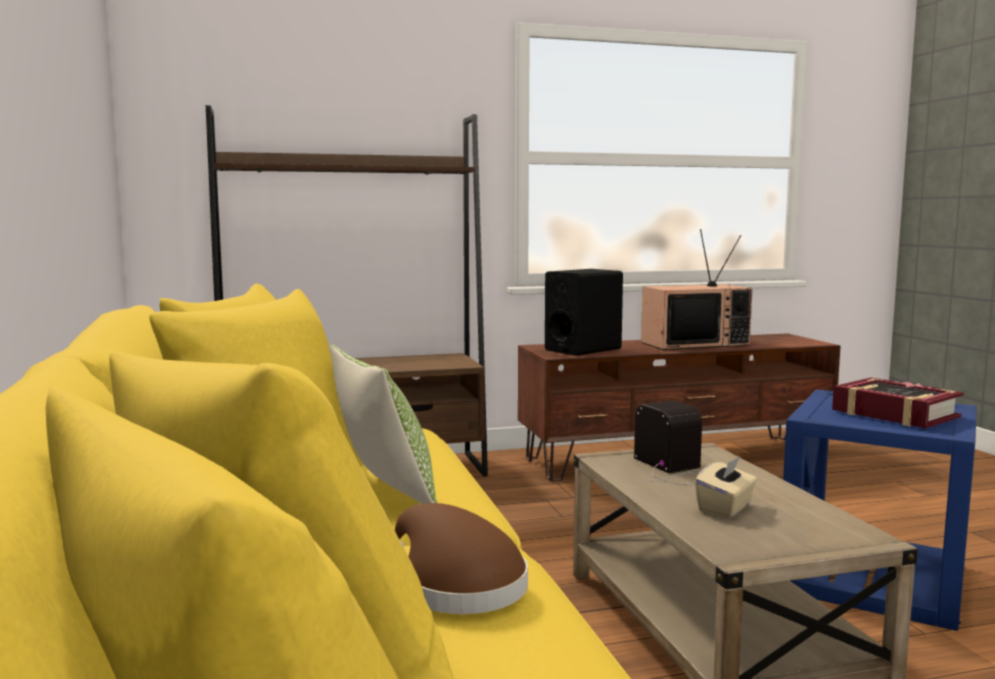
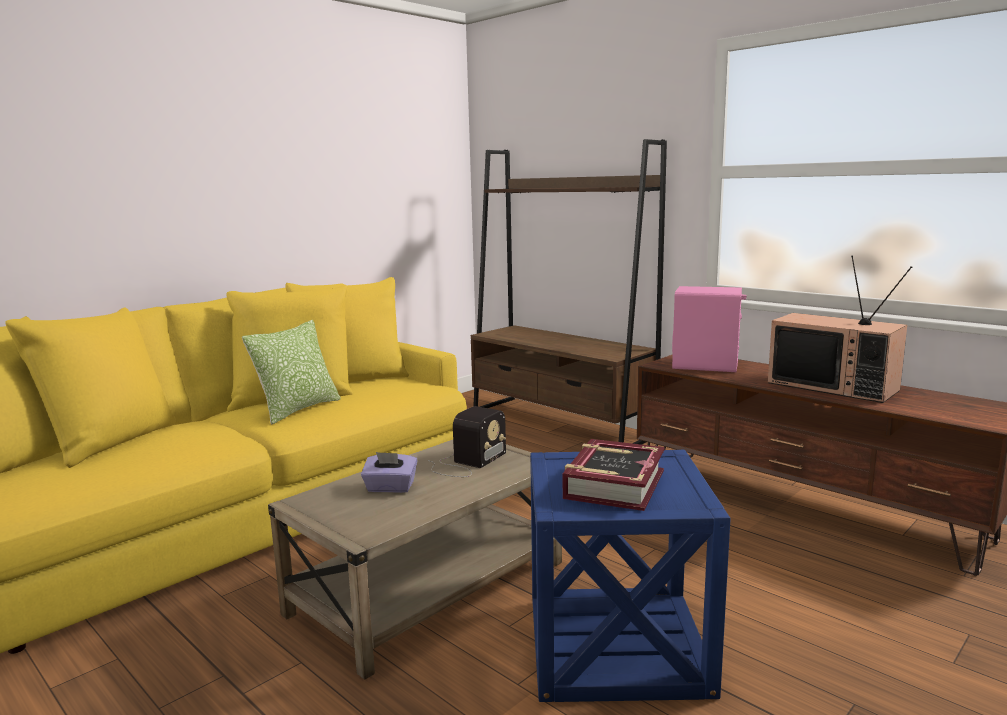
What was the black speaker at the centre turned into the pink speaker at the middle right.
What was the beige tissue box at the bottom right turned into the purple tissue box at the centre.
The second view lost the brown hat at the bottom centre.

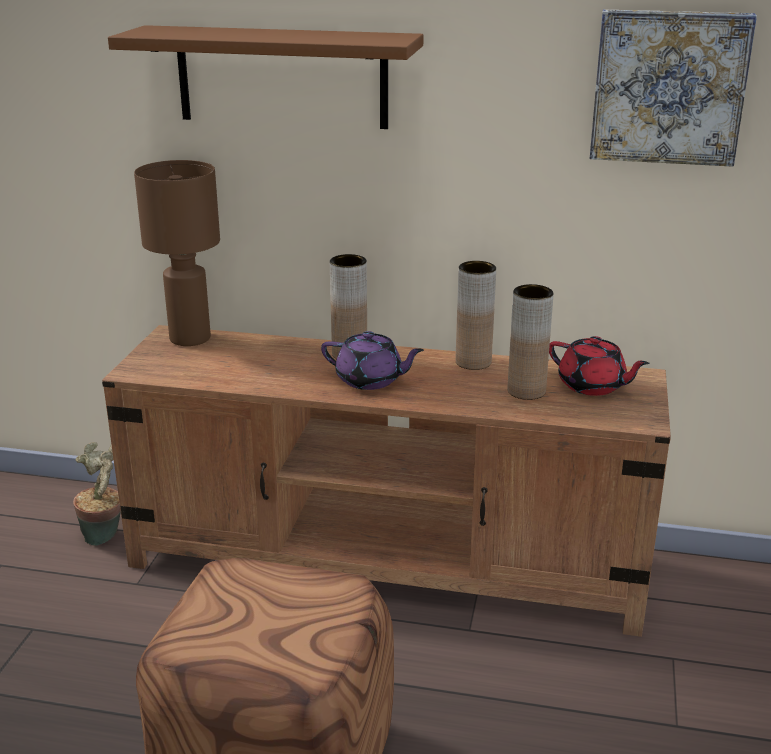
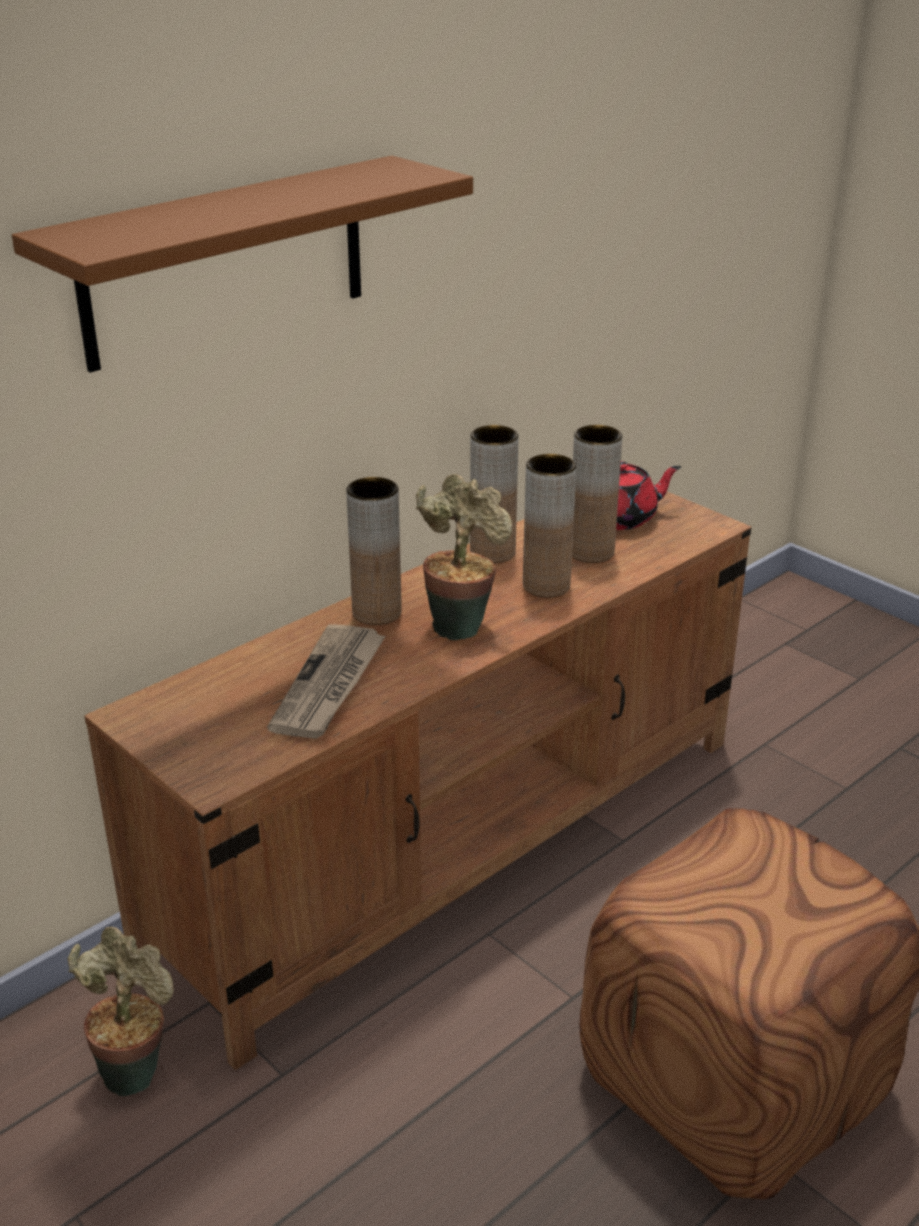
The second view lost the picture at the top right.
The second view lost the brown table lamp at the middle left.
Where the purple teapot stood at the centre, the potted plant (no. 2 from left) came to stand at the centre.
The second view gained the brown vase (no. 3 from left) at the centre.
The second view gained the newspaper at the centre.

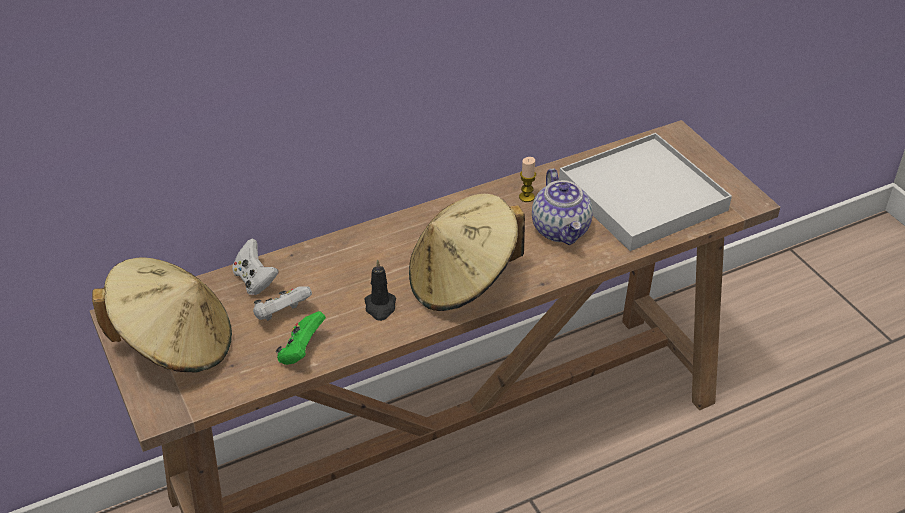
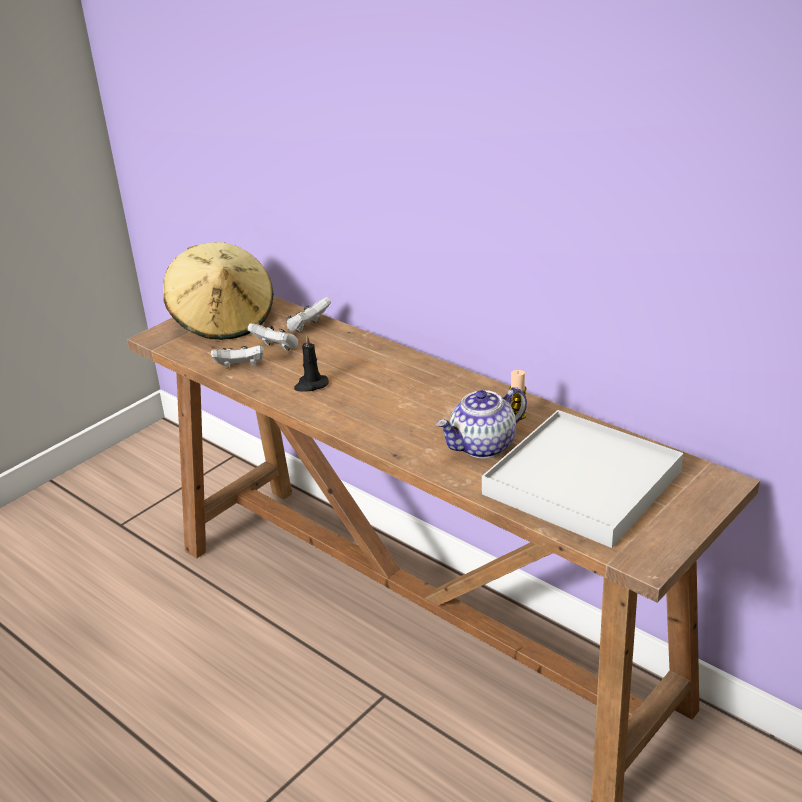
The second view lost the beige hat (no. 2 from left) at the centre.
What was the green game controller at the middle left turned into the white game controller (no. 1 from left) at the middle left.

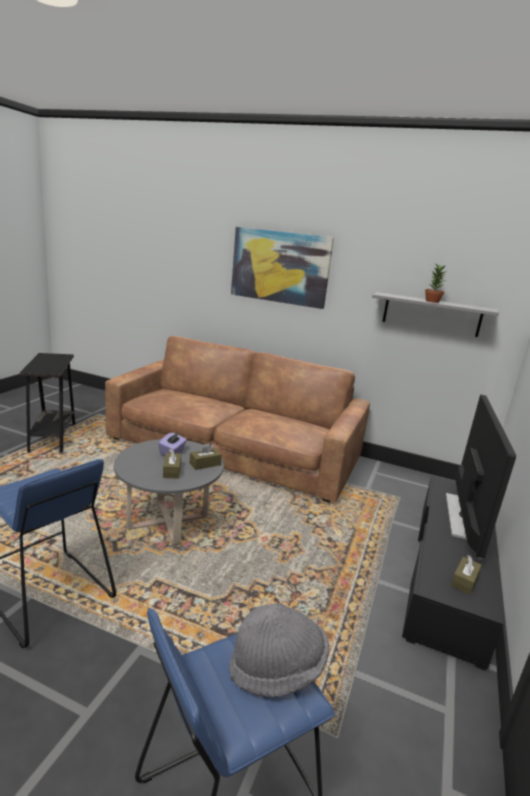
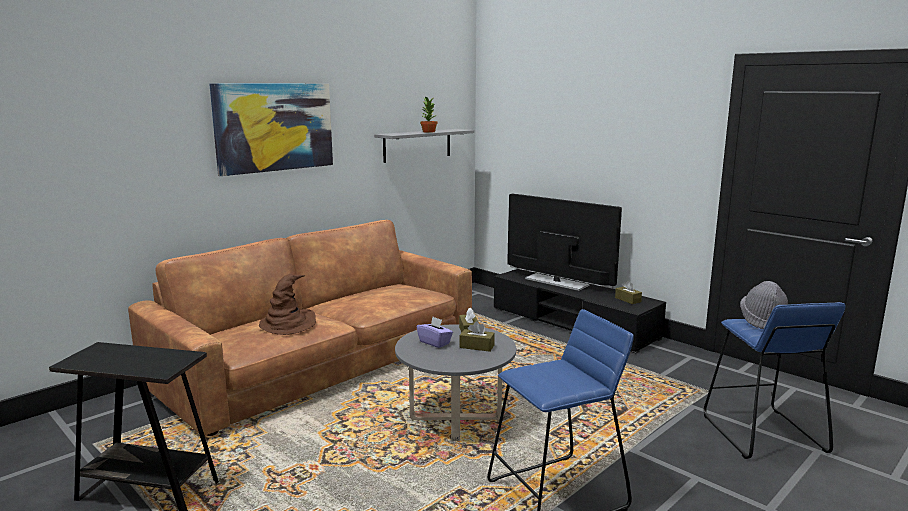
The second view gained the brown hat at the middle left.

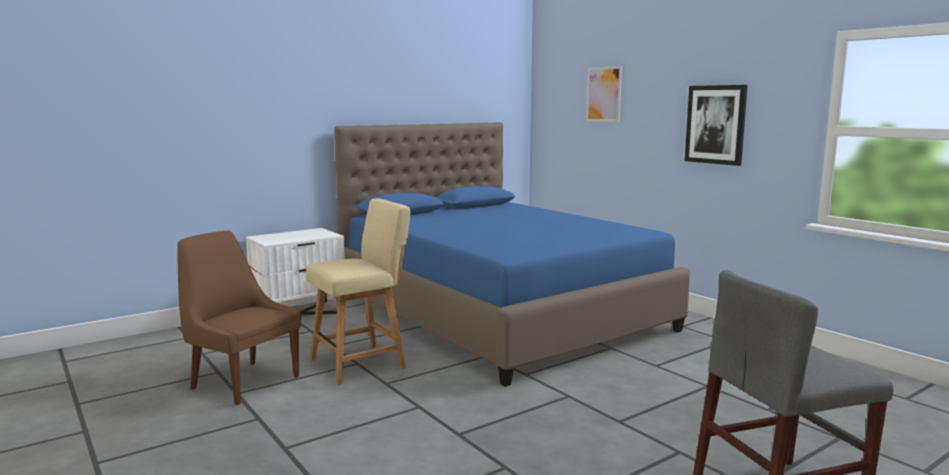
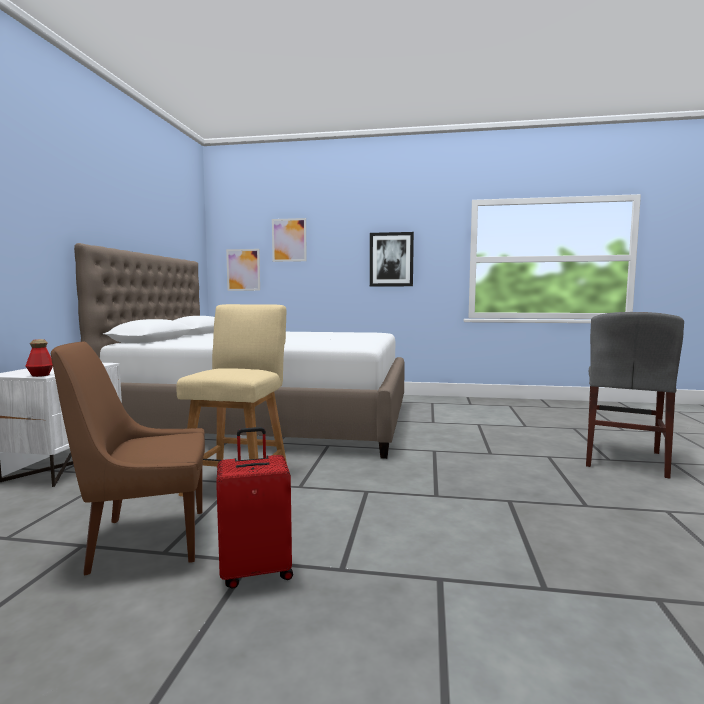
What was the blue bed at the centre turned into the white bed at the centre.
The second view gained the picture (no. 1 from left) at the centre.
The second view gained the bottle at the middle left.
The second view gained the red suitcase at the bottom centre.

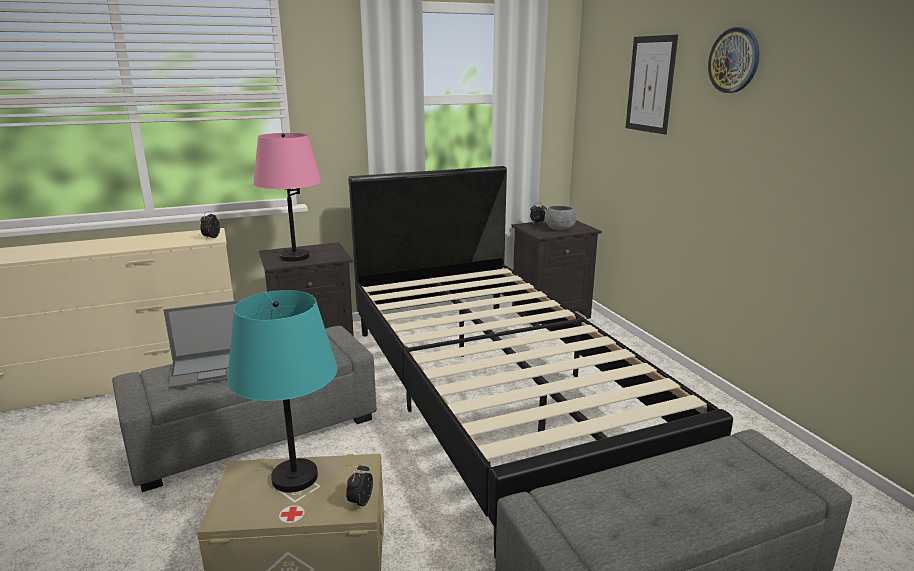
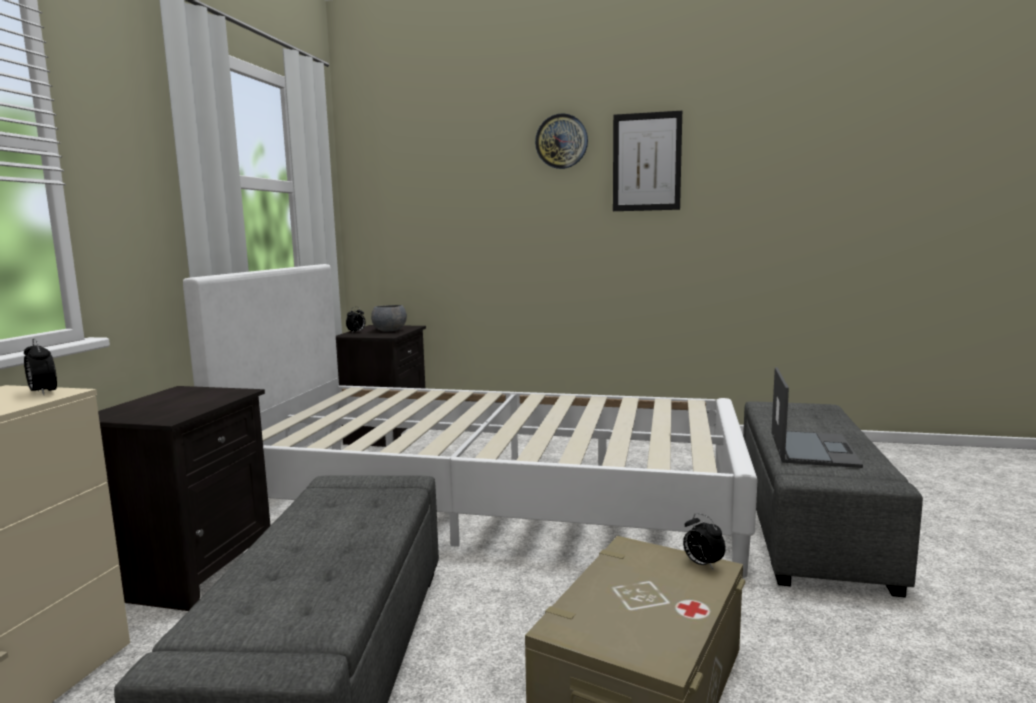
The picture ended up elsewhere, having gone from the top right to the top centre.
The second view lost the pink table lamp at the middle left.
What was the black bed at the centre turned into the white bed at the centre.
The second view lost the turquoise table lamp at the bottom left.
The laptop ended up elsewhere, having gone from the middle left to the middle right.

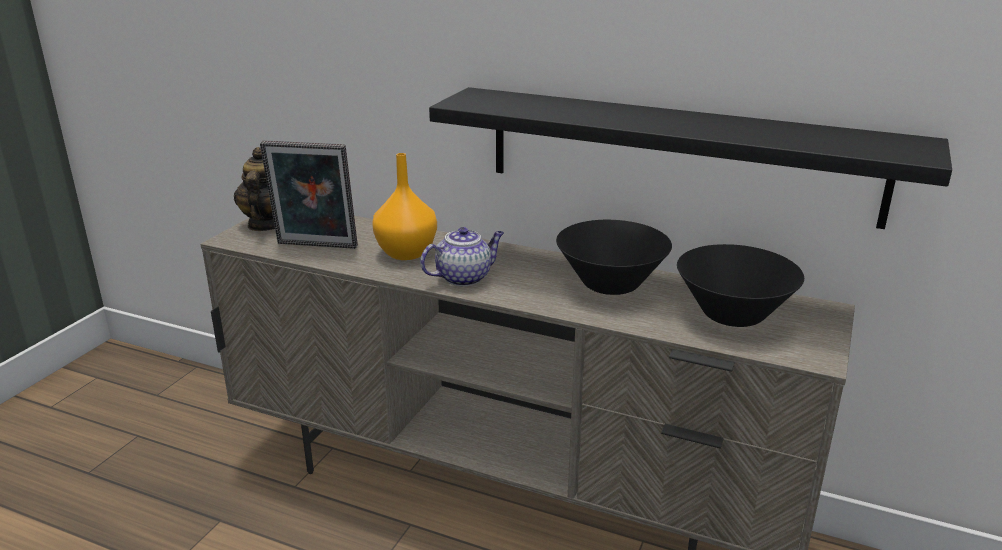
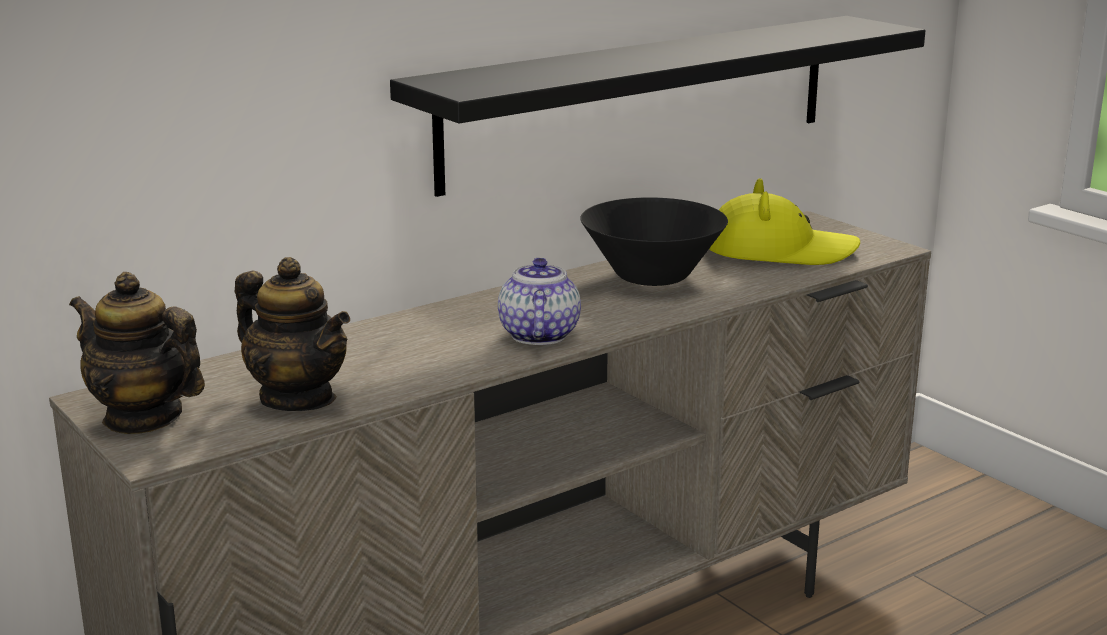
Where the picture frame stood at the middle left, the teapot (no. 2 from left) came to stand at the middle left.
The second view lost the orange vase at the centre.
Where the black bowl (no. 2 from left) stood at the middle right, the yellow hat came to stand at the middle right.

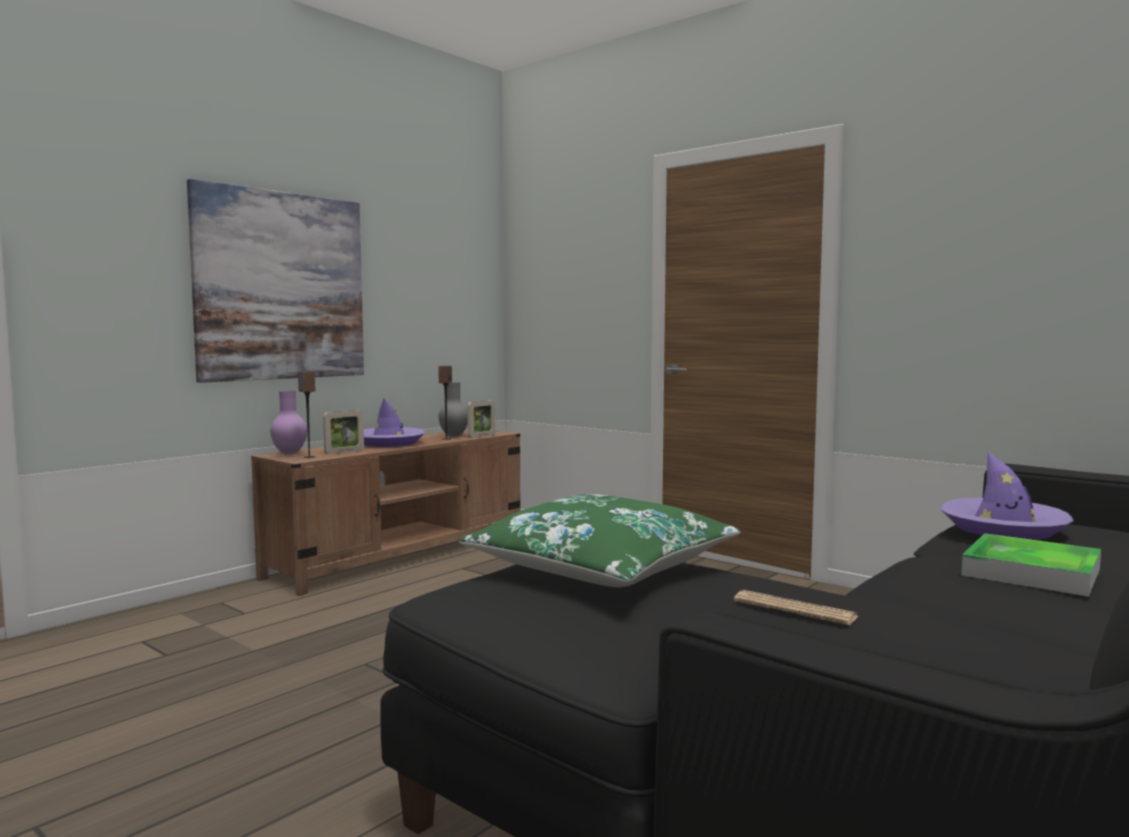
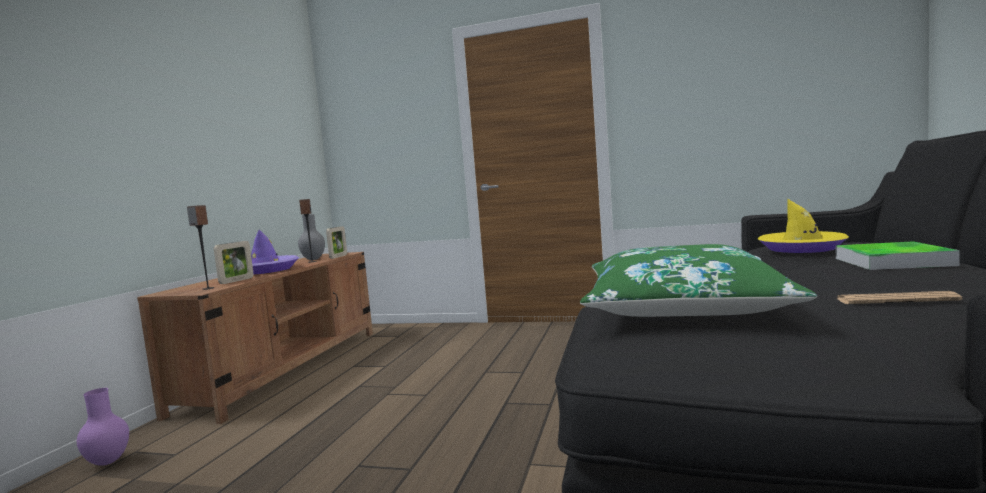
The second view lost the picture at the middle left.
The purple vase ended up elsewhere, having gone from the middle left to the bottom left.
What was the purple hat (no. 2 from left) at the middle right turned into the yellow hat at the middle right.

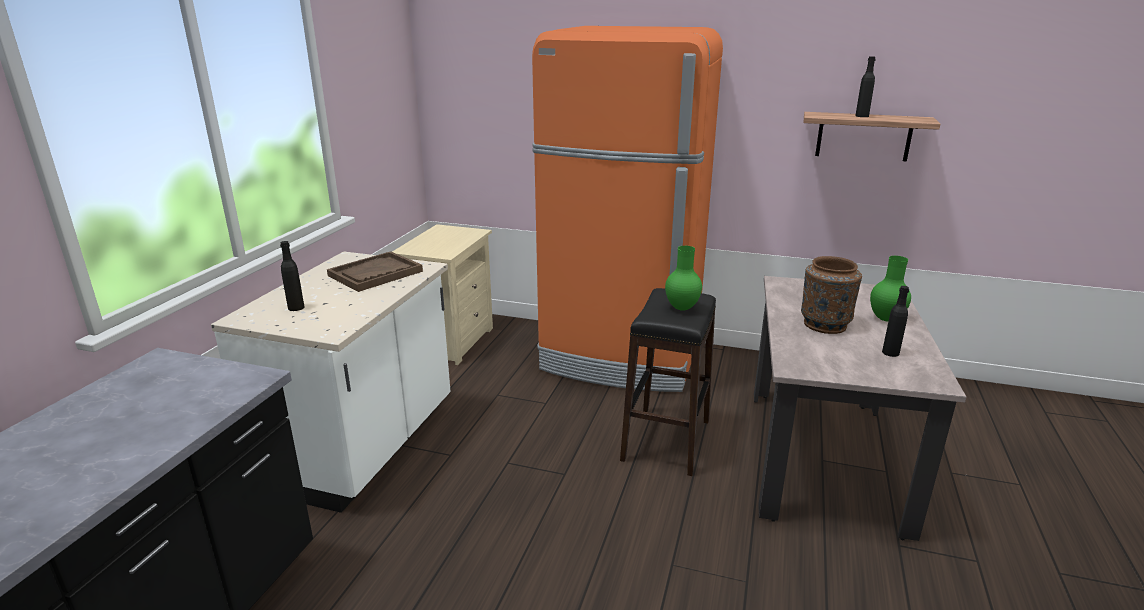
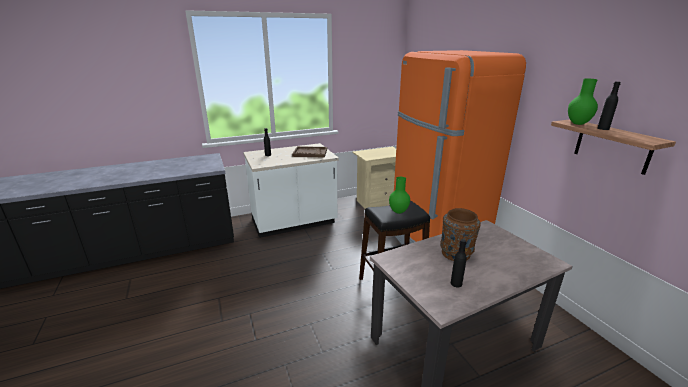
The green vase (no. 2 from left) ended up elsewhere, having gone from the middle right to the top right.

